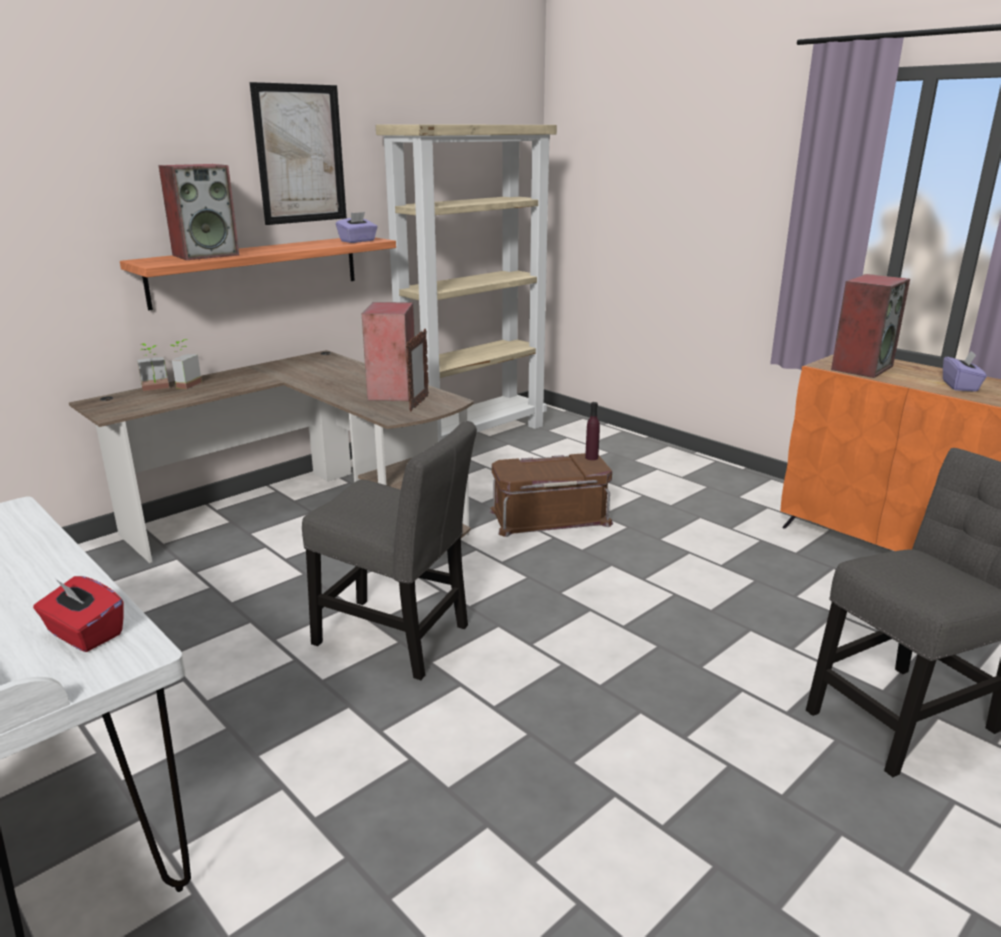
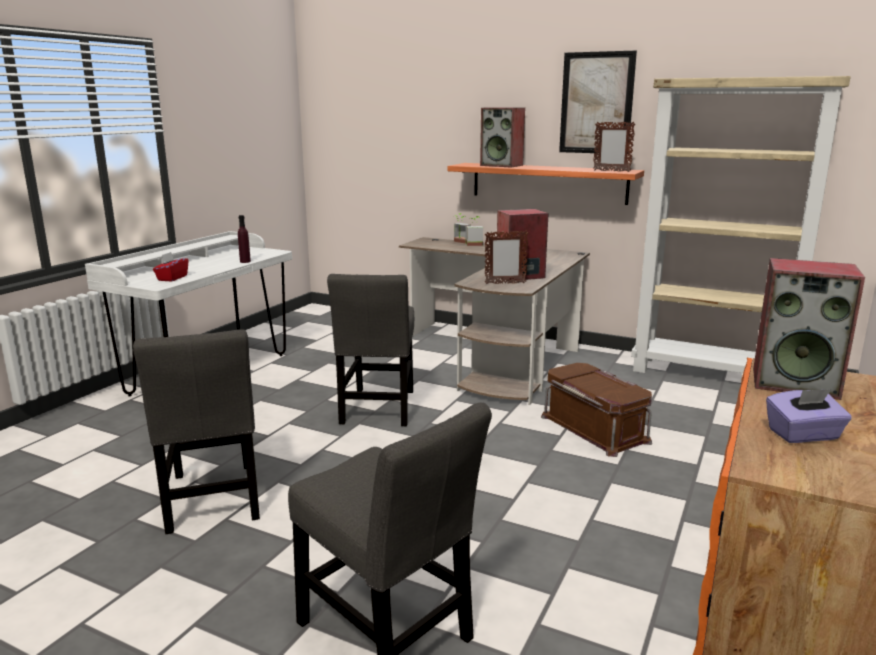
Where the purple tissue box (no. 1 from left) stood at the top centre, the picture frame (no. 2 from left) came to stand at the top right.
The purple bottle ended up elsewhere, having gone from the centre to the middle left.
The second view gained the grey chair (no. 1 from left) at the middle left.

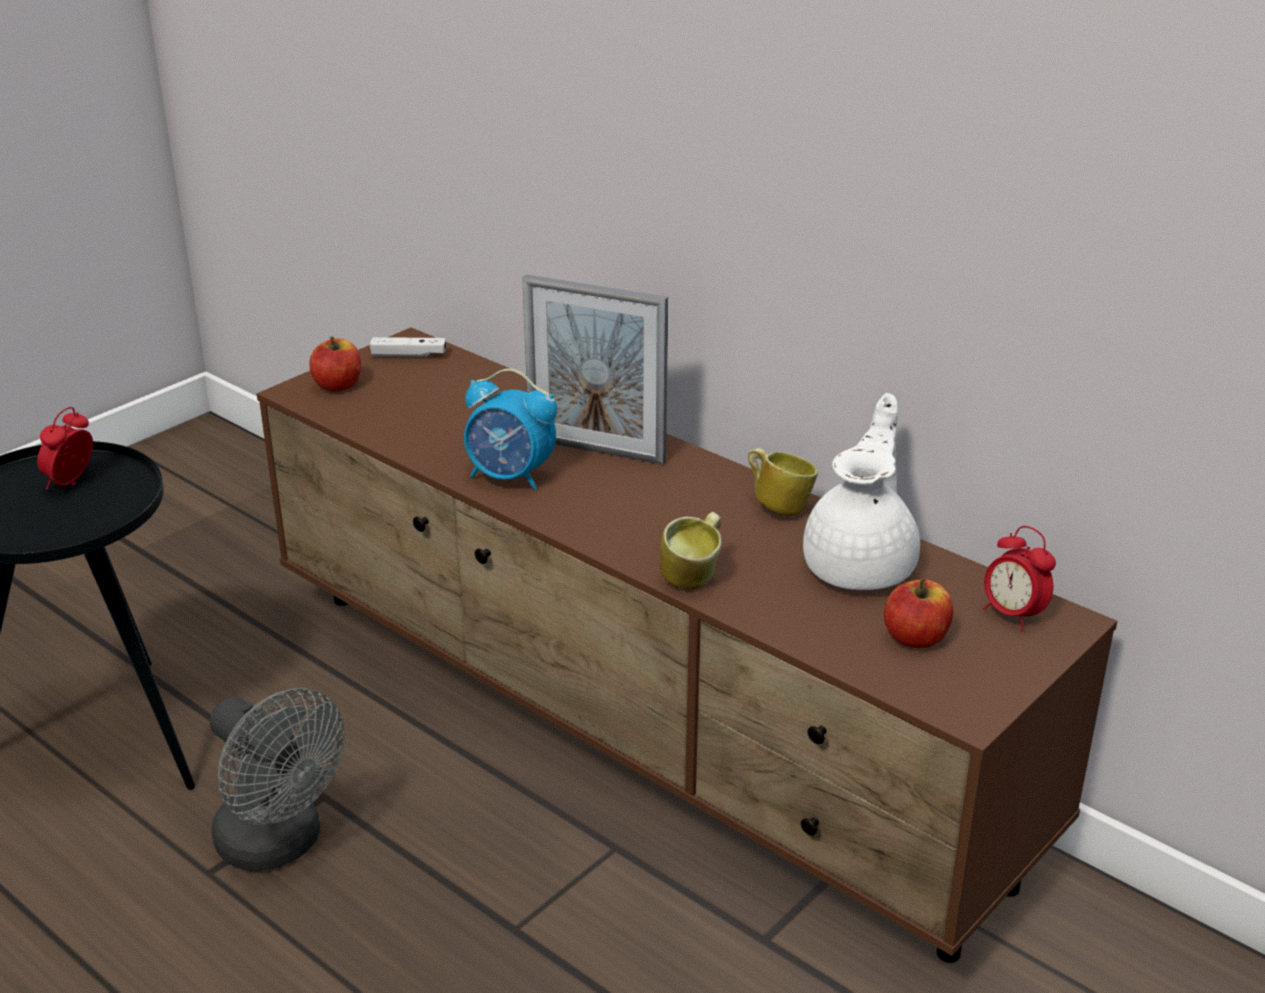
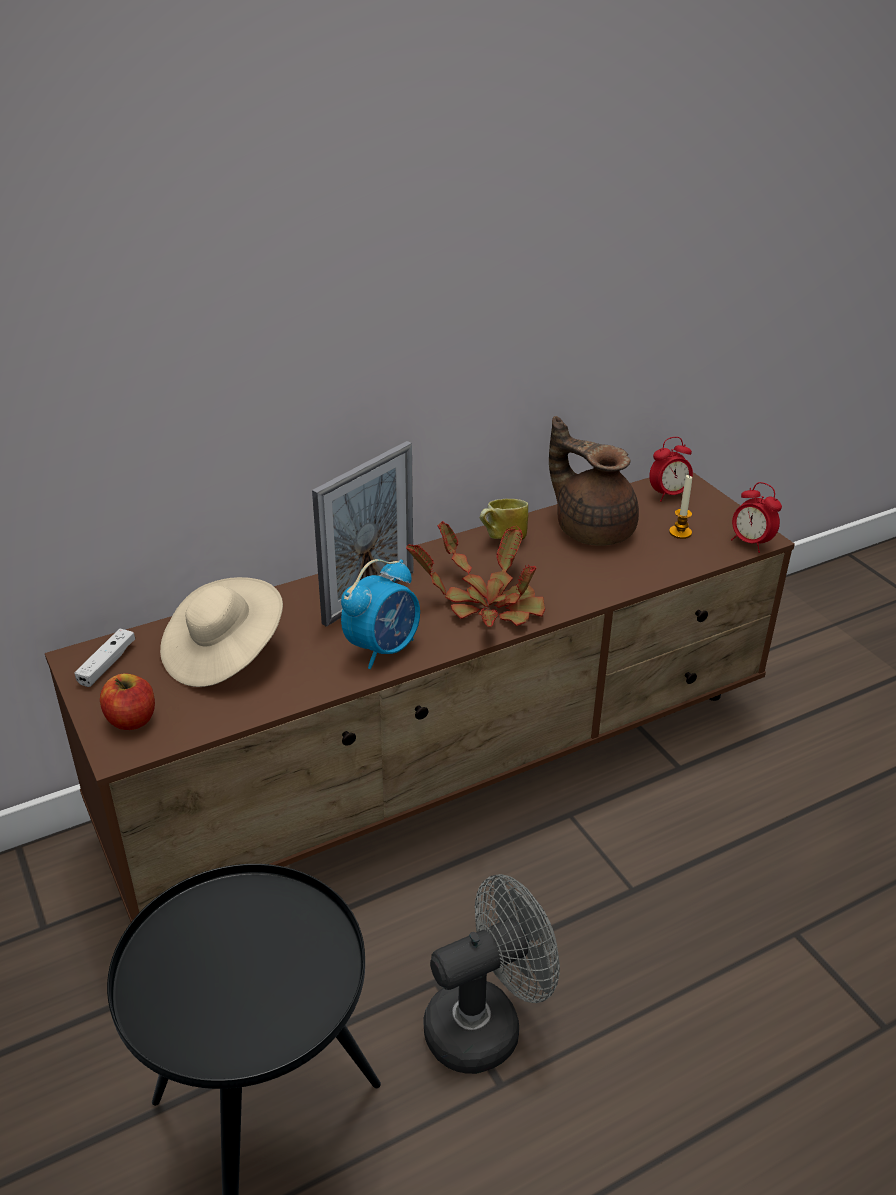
What was the white teapot at the middle right turned into the brown teapot at the centre.
The alarm clock (no. 1 from left in the first image) ended up elsewhere, having gone from the middle left to the middle right.
The second view lost the mug (no. 1 from left) at the centre.
Where the apple (no. 2 from left) stood at the middle right, the candle came to stand at the middle right.
The second view gained the potted plant at the centre.
The second view gained the beige hat at the middle left.

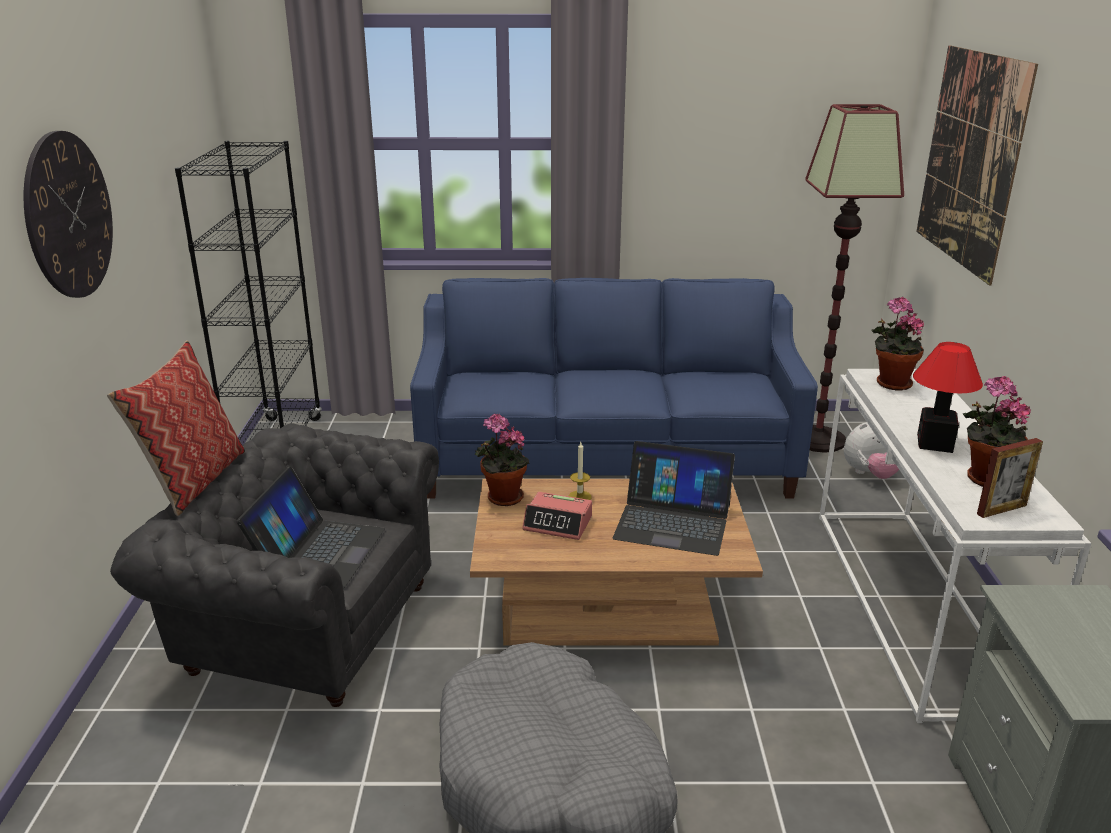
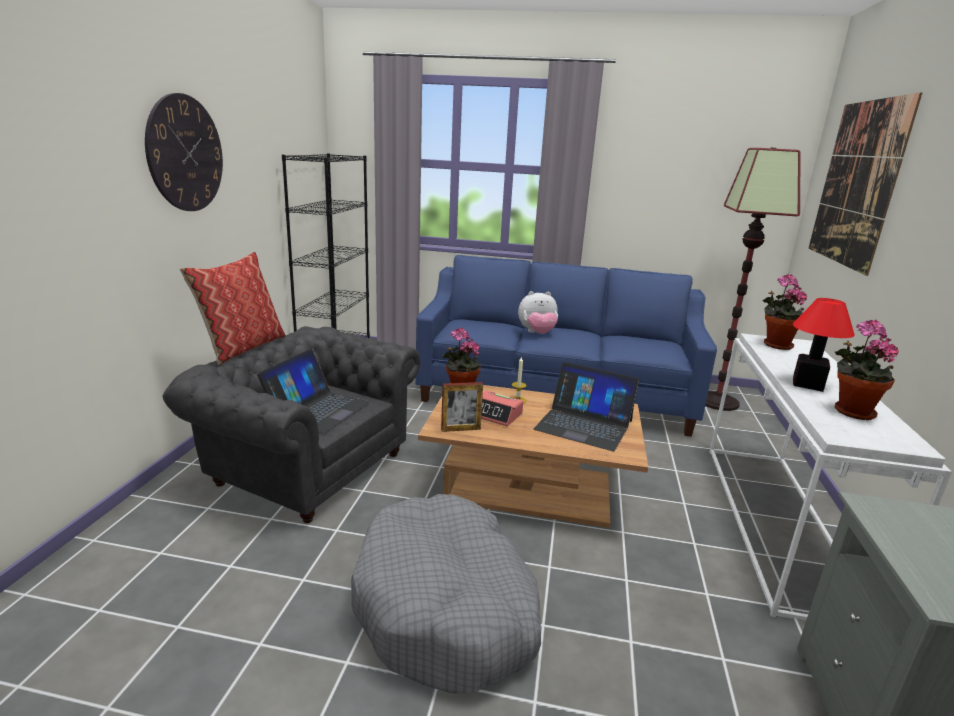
The plush toy ended up elsewhere, having gone from the middle right to the centre.
The picture frame ended up elsewhere, having gone from the middle right to the centre.

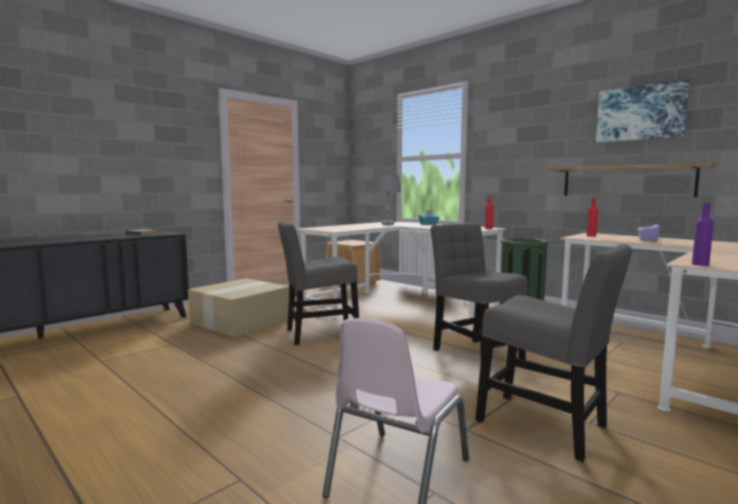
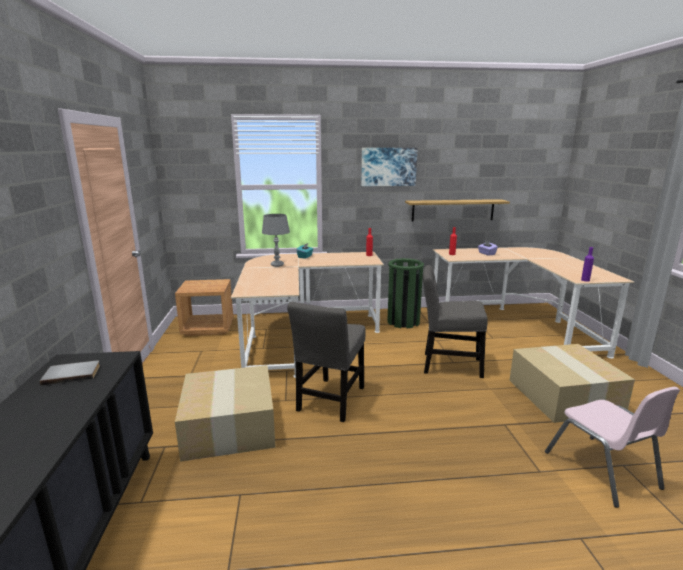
The picture ended up elsewhere, having gone from the top right to the top centre.
Where the grey chair (no. 3 from left) stood at the bottom right, the cardboard box (no. 2 from left) came to stand at the bottom right.

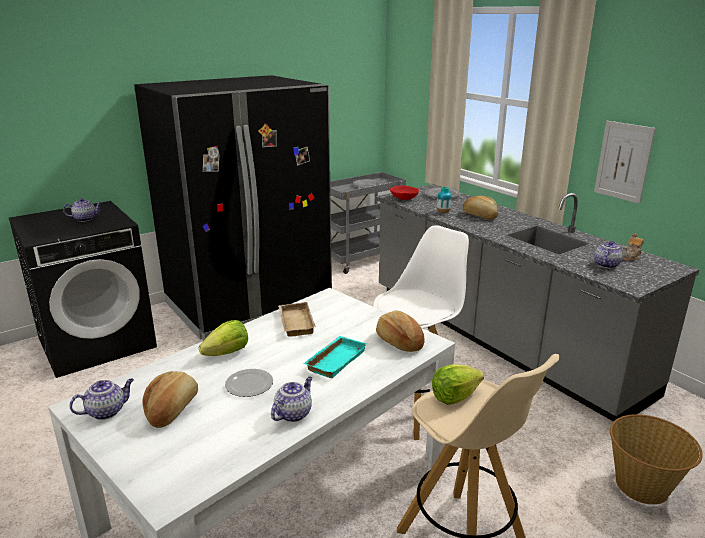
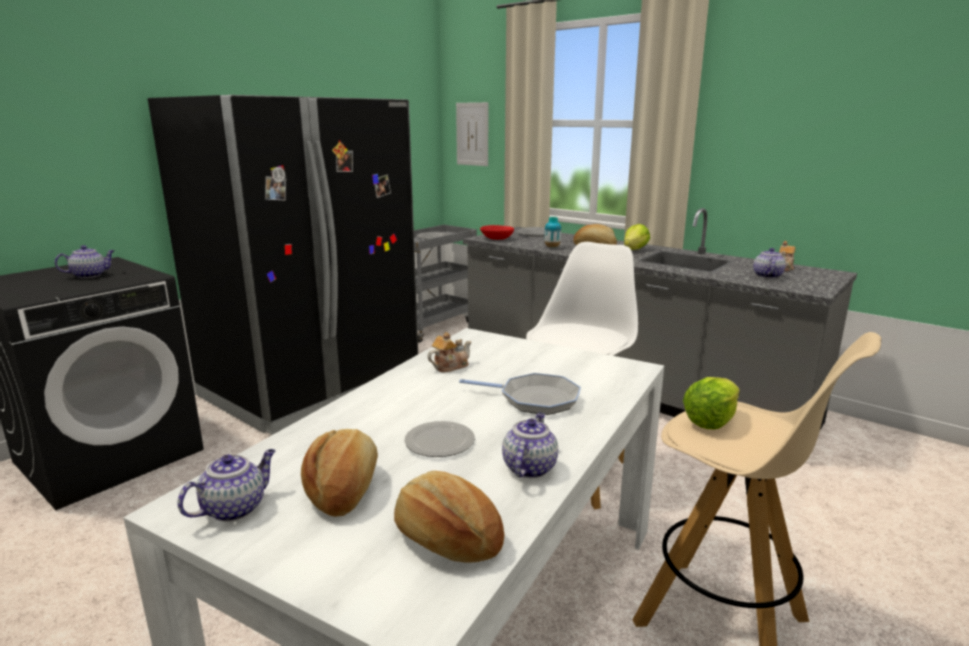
The picture ended up elsewhere, having gone from the top right to the top centre.
Where the beige tray stood at the centre, the teapot (no. 3 from left) came to stand at the centre.
The bread (no. 2 from left) ended up elsewhere, having gone from the centre to the bottom centre.
The lettuce (no. 1 from left) ended up elsewhere, having gone from the middle left to the centre.
Where the turquoise tray stood at the centre, the frying pan came to stand at the centre.
The second view lost the basket at the bottom right.

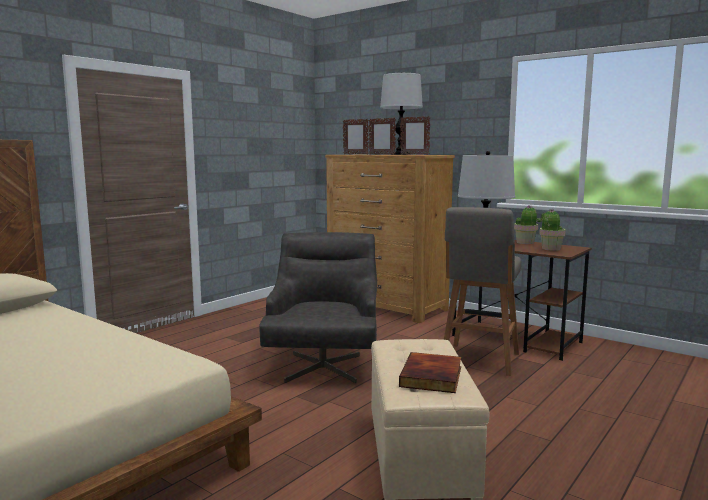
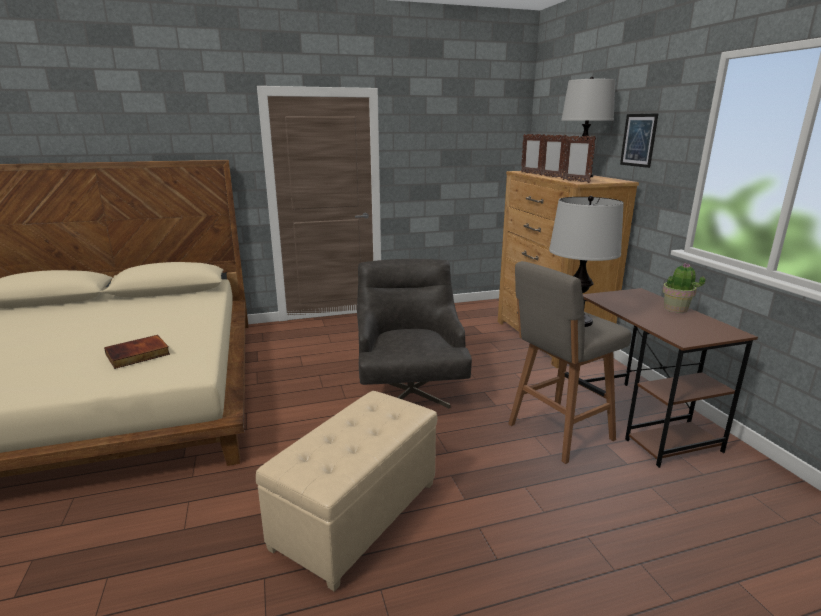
The second view lost the potted plant (no. 2 from left) at the middle right.
The grey armchair at the centre ended up facing another way, 45 degrees counterclockwise from before.
The book ended up elsewhere, having gone from the bottom centre to the middle left.
The second view gained the picture at the top right.

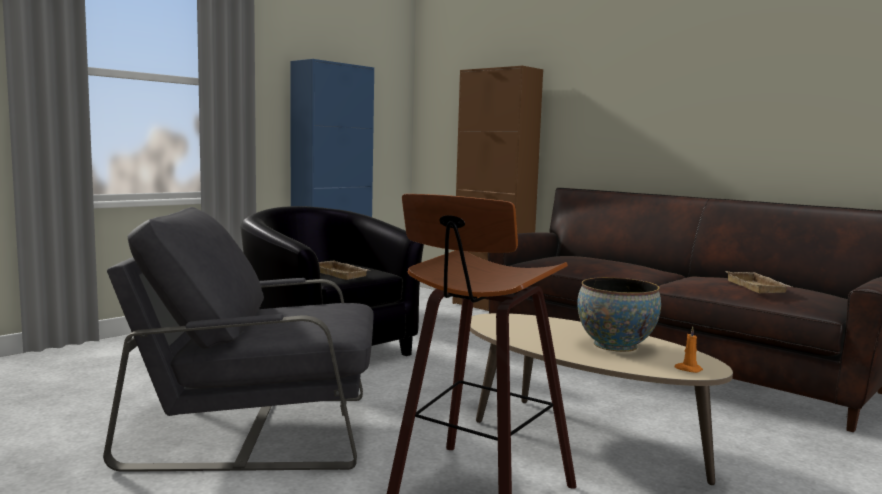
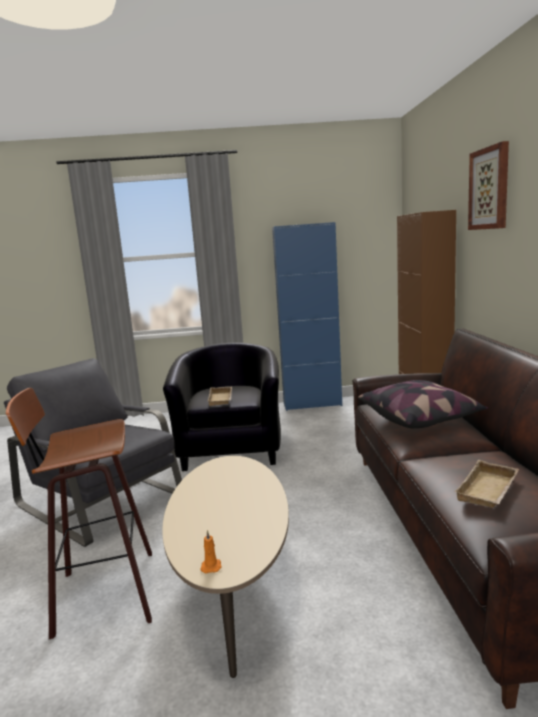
The second view lost the bowl at the middle right.
The second view gained the picture at the top right.
The second view gained the pillow at the middle right.

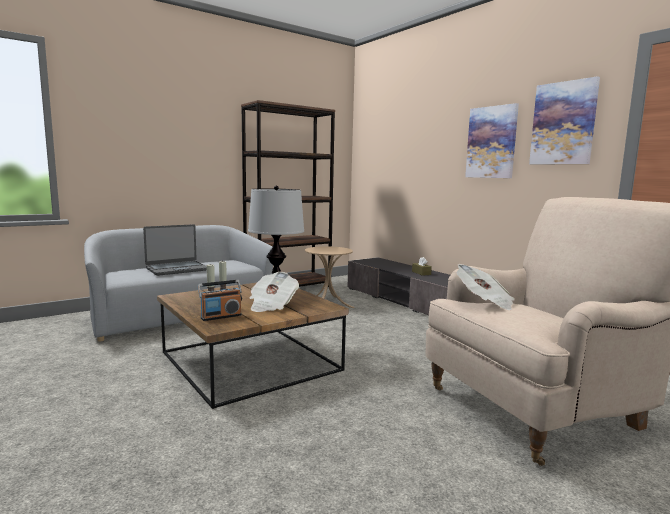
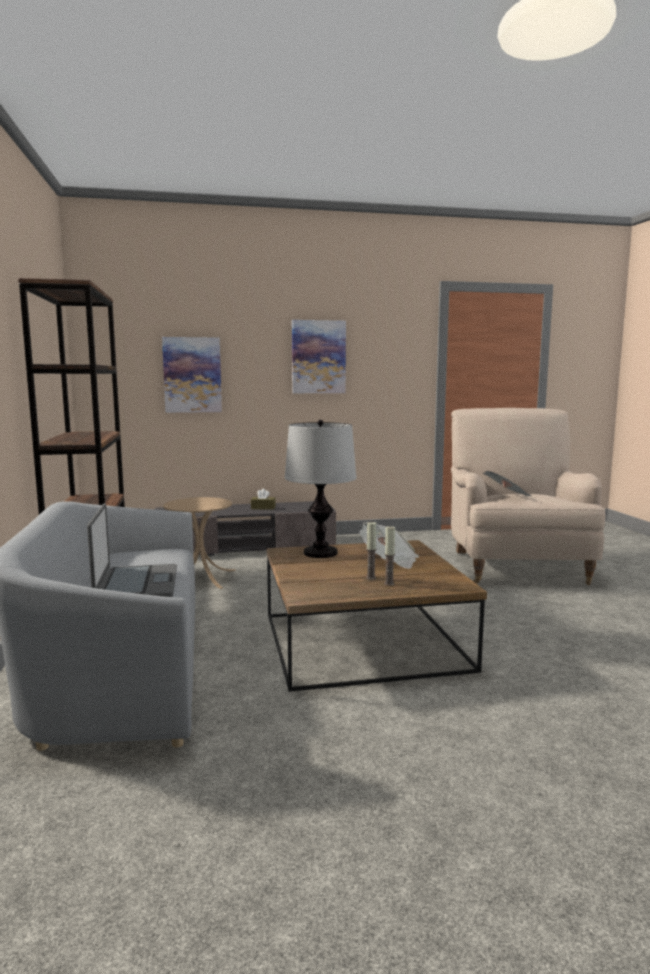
The picture (no. 2 from left in the first image) ended up elsewhere, having gone from the top right to the middle left.
The second view lost the radio at the middle left.

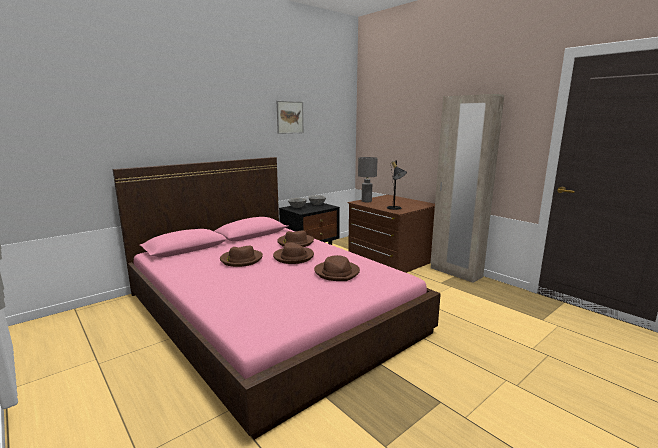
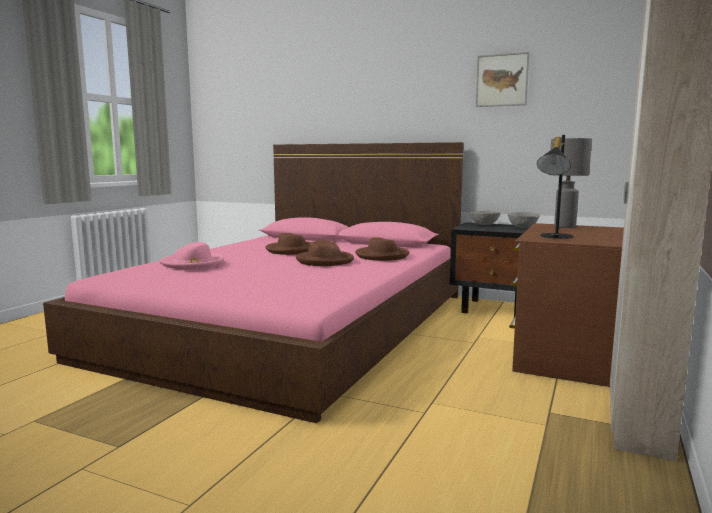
The second view lost the brown hat (no. 4 from left) at the centre.
The second view gained the pink hat at the middle left.

